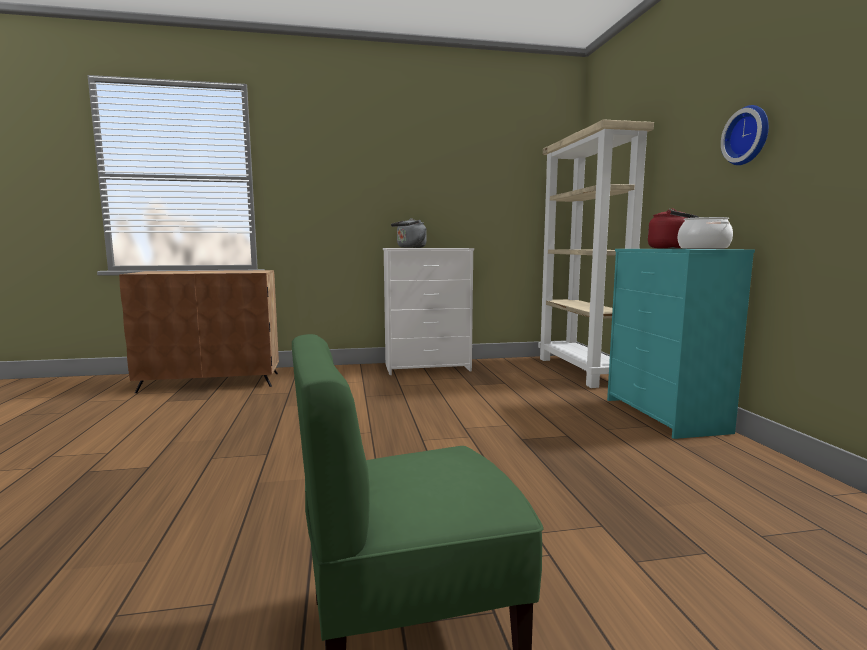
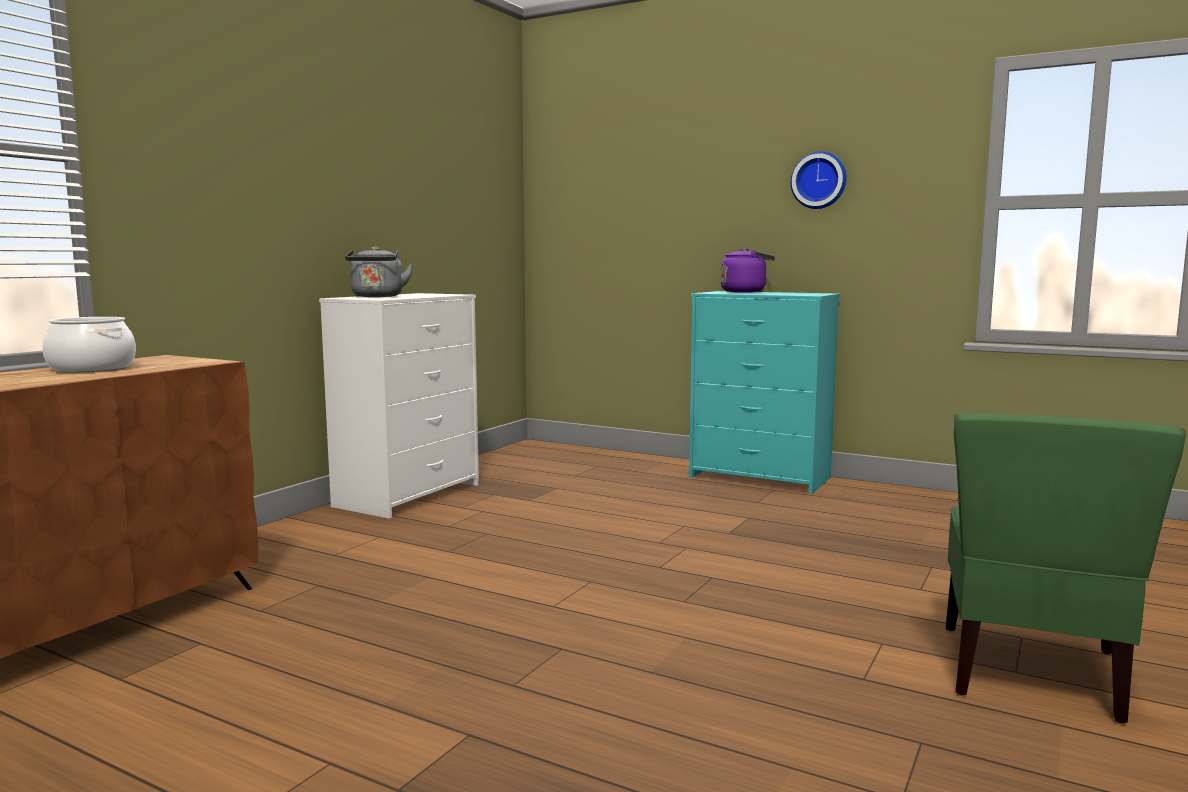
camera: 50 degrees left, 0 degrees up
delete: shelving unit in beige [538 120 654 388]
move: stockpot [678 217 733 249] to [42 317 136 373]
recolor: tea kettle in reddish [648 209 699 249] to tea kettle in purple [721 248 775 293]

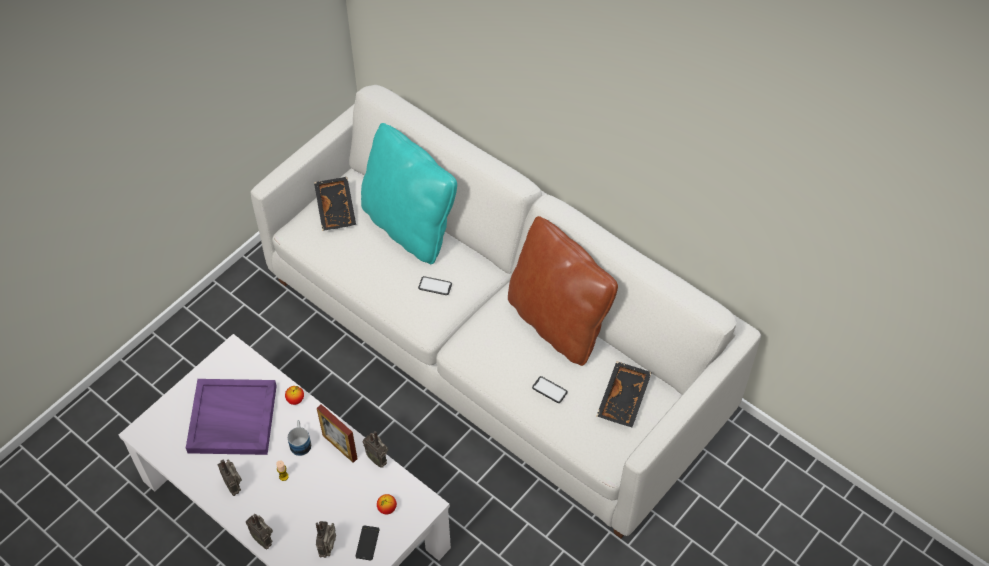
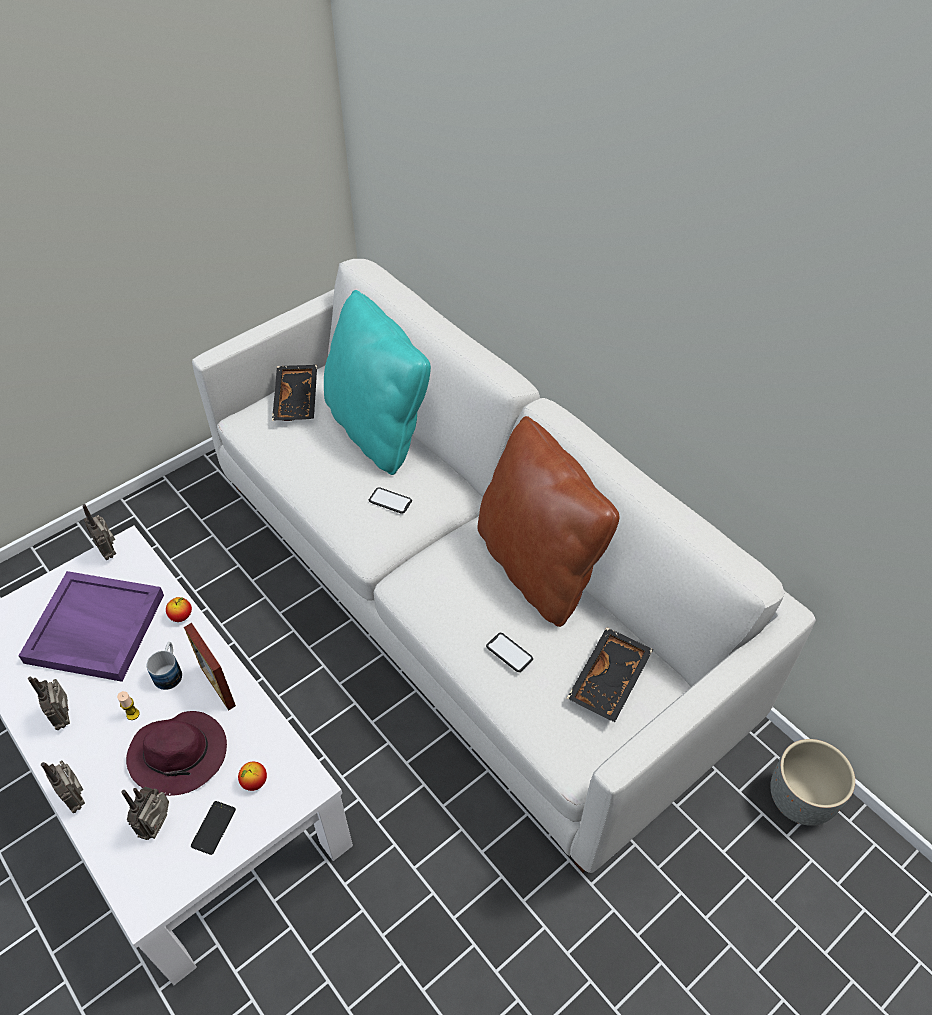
camera: 10 degrees right, 5 degrees down
insert: hat in purple [126 711 227 796]; flower pot in gray [770 739 855 826]
move: radio set [362 431 388 468] to [82 504 116 560]

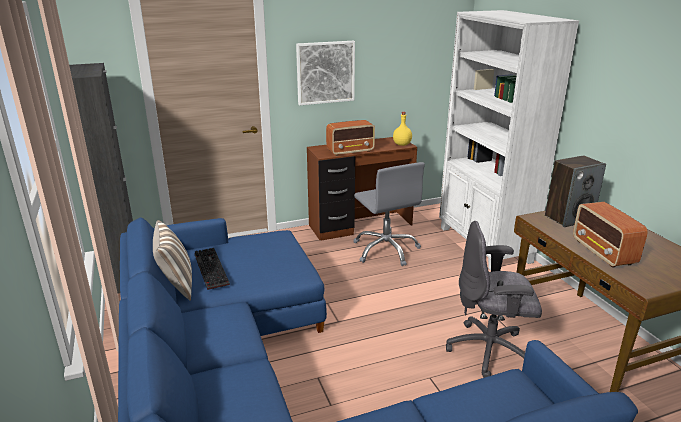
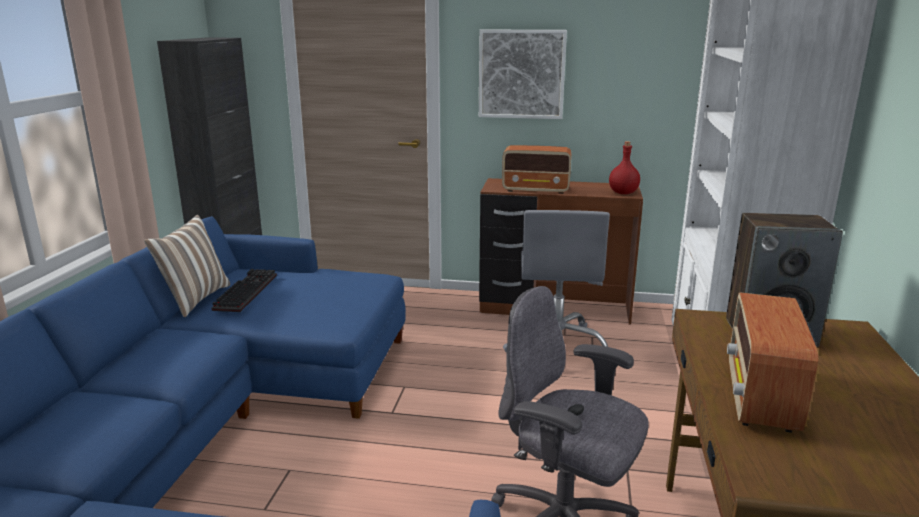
camera: 30 degrees right, 5 degrees down
recolor: drink bottle in yellow-coloured [393 112 412 146] to drink bottle in reddish [609 141 640 194]

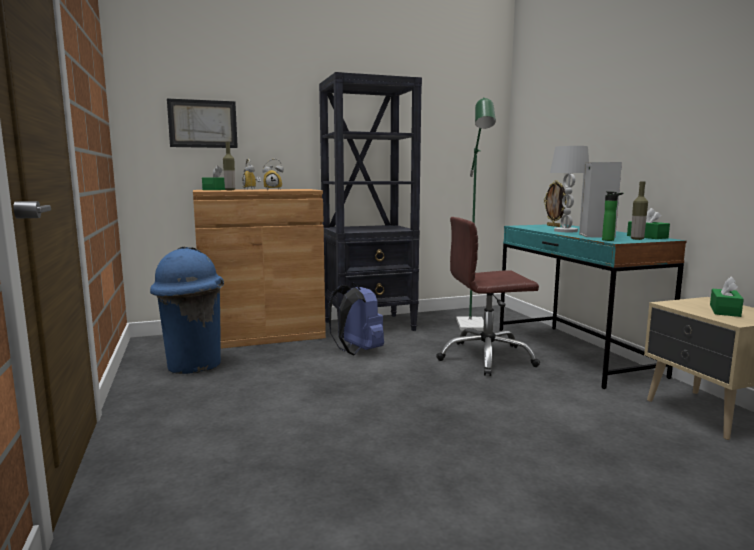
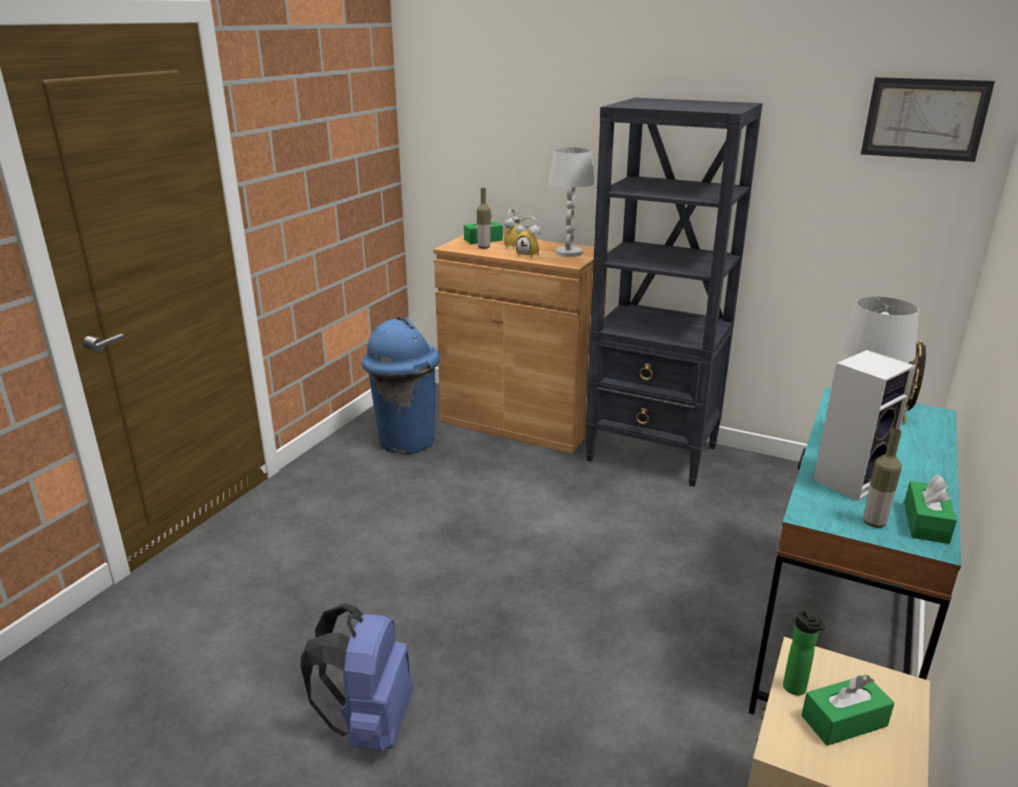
camera: 45 degrees right, 15 degrees up
delete: desk chair in brown-coloured [436 217 540 376]; floor lamp in green-coloured [456 97 496 331]
insert: lamp for a table in whitish [548 147 595 257]
move: rucksack in bluish [328 283 384 355] to [301 604 413 751]; drink bottle [602 191 623 241] to [783 604 824 696]; wall picture [167 98 238 148] to [861 77 995 162]

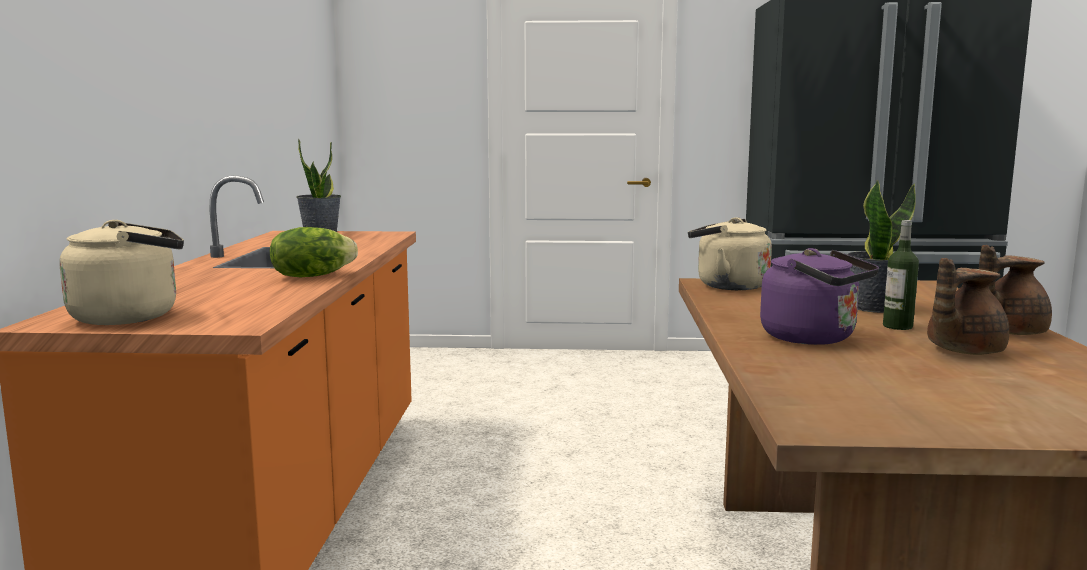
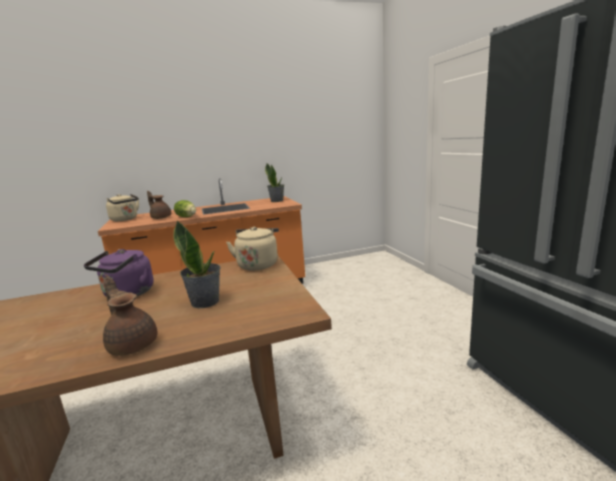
camera: 70 degrees right, 5 degrees up
delete: drink bottle [883 220 919 330]
move: teapot in brown-coloured [927 258 1009 355] to [147 191 171 219]

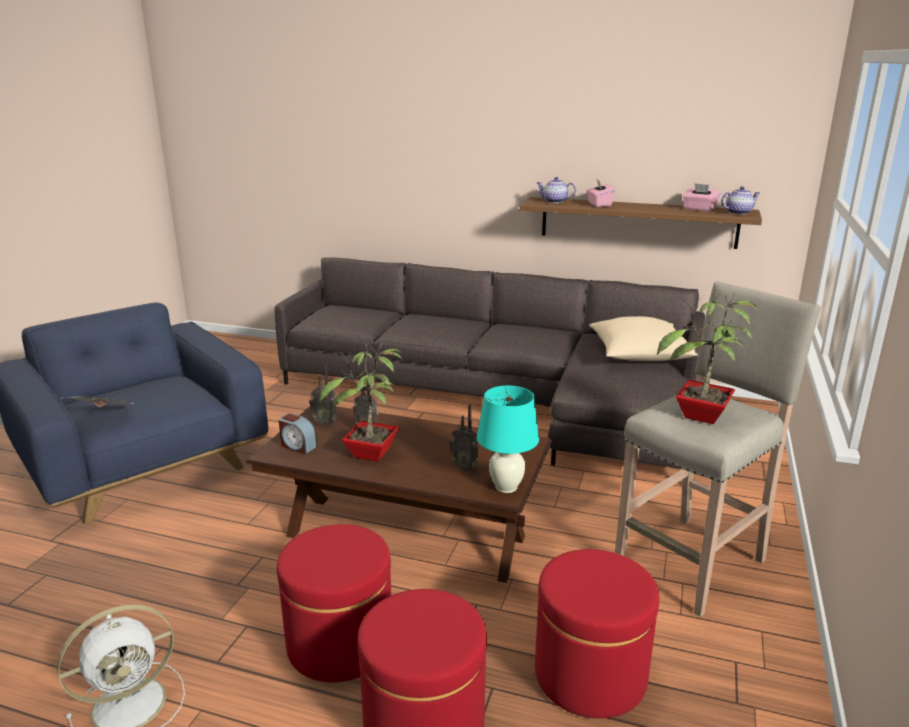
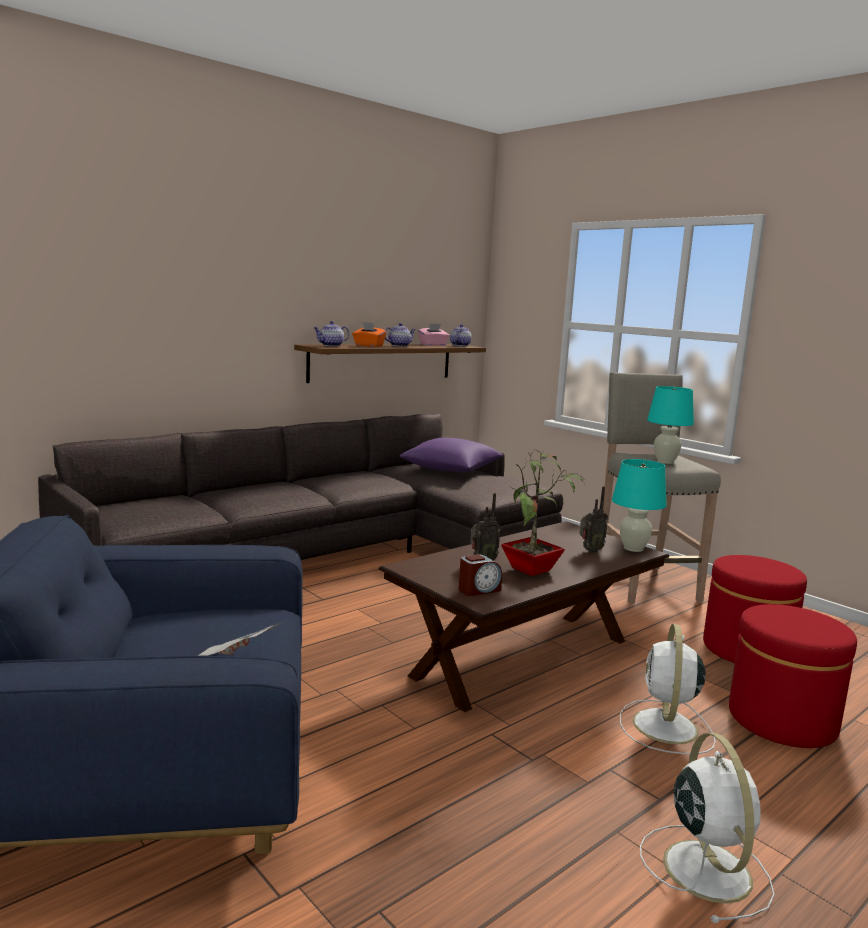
camera: 60 degrees left, 10 degrees down
delete: radio set [309 365 337 426]
insert: teapot [385 323 416 347]
replace: ottoman in reddish [277 524 391 682] to electric fan in whitish [620 624 716 754]; houseplant [657 293 759 424] to lamp for a table in turquoise [647 386 694 464]
recolor: tissue box in pinkish [587 180 615 207] to tissue box in orange [352 322 386 347]; pillow in beige [589 316 698 361] to pillow in purple [400 438 503 472]

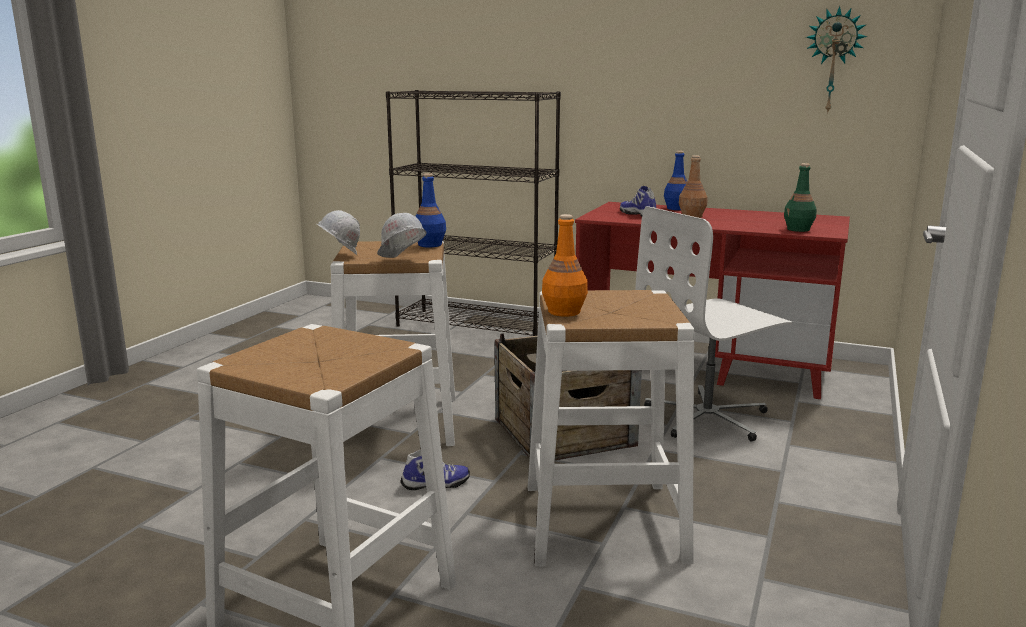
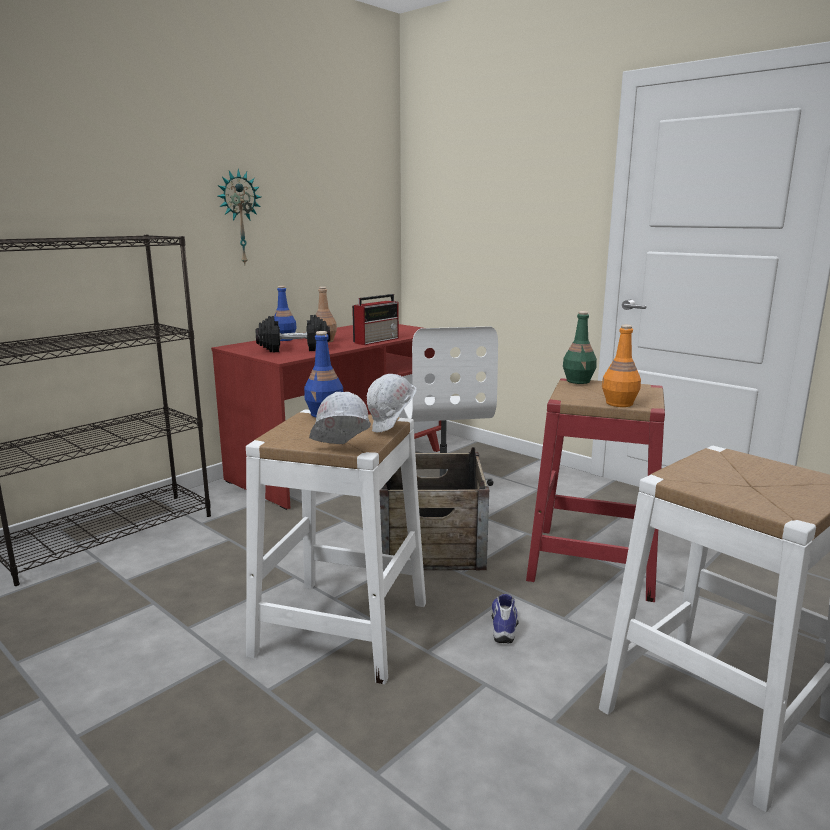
camera: 70 degrees left, 0 degrees up
insert: radio set [352 294 399 345]
move: clock on the wall [806 6 867 114] to [218 169 261 264]; drink bottle in green-coloured [784 163 817 232] to [563 311 597 384]
replace: low shoe [620 186 656 217] to free weight in black-coloured [256 315 330 352]
recolor: stool seat in whitish [528 290 695 567] to stool seat in reddish [526 378 665 602]

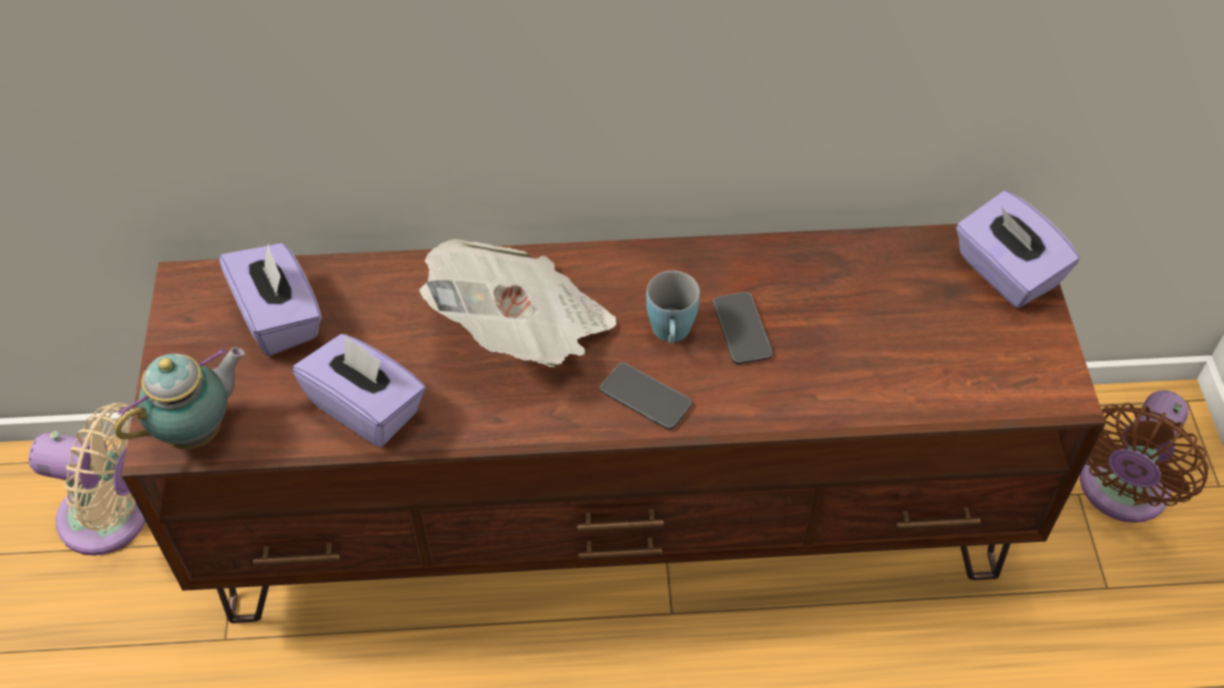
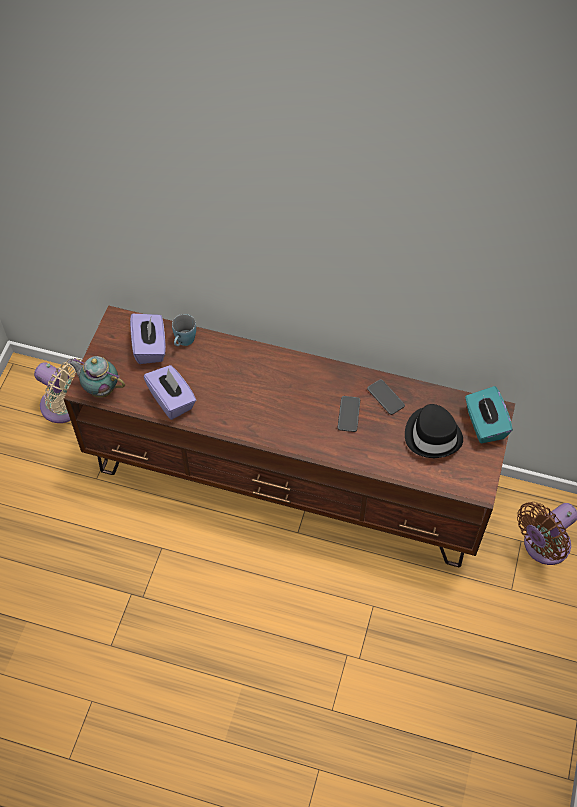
camera: 20 degrees right, 5 degrees up
delete: daily paper [419 239 617 367]
insert: hat in black-coloured [405 404 463 458]
move: coffee mug in bluish [646 271 700 344] to [172 314 196 346]; phone [600 363 692 430] to [367 379 405 415]
recolor: tissue box in purple [956 191 1079 308] to tissue box in turquoise [465 386 513 443]
rotate: teapot [114 347 245 449] = [68 356 125 398] 135 degrees counterclockwise

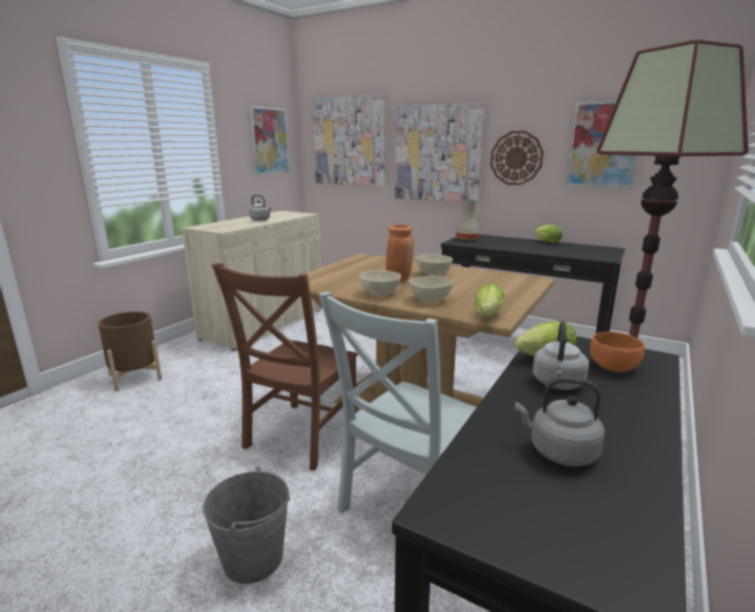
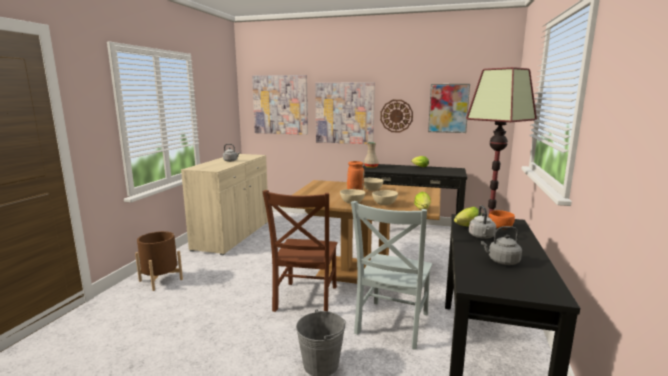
camera: 15 degrees left, 5 degrees down
delete: wall picture [250 106 290 175]

